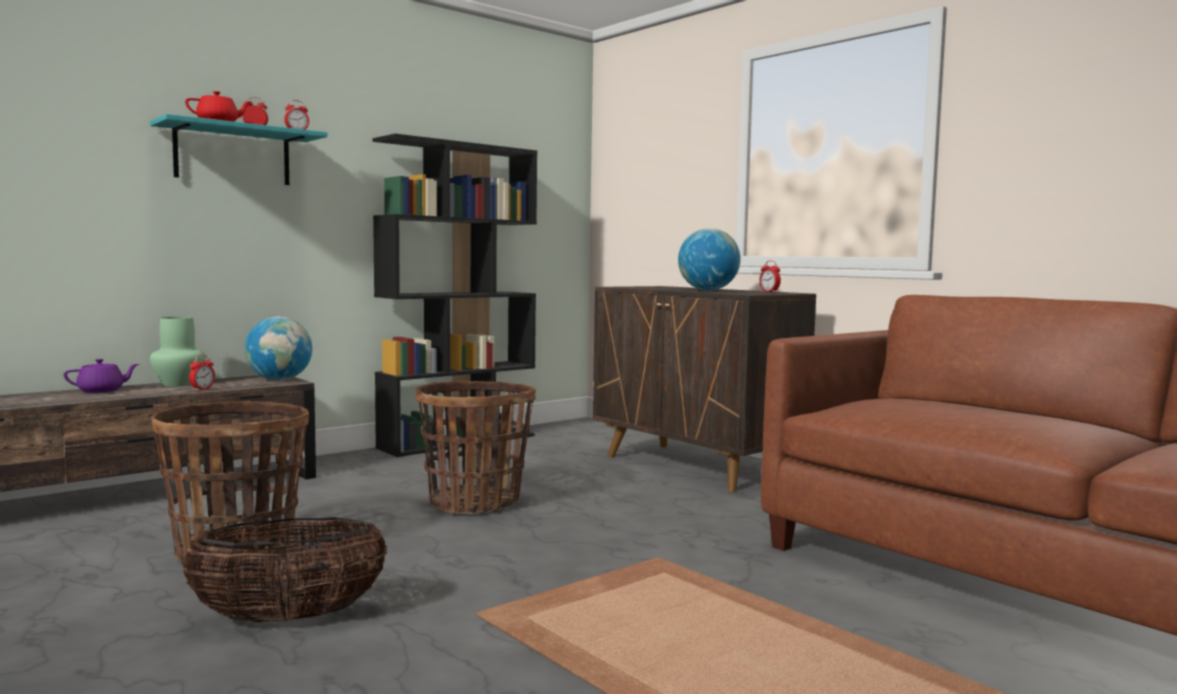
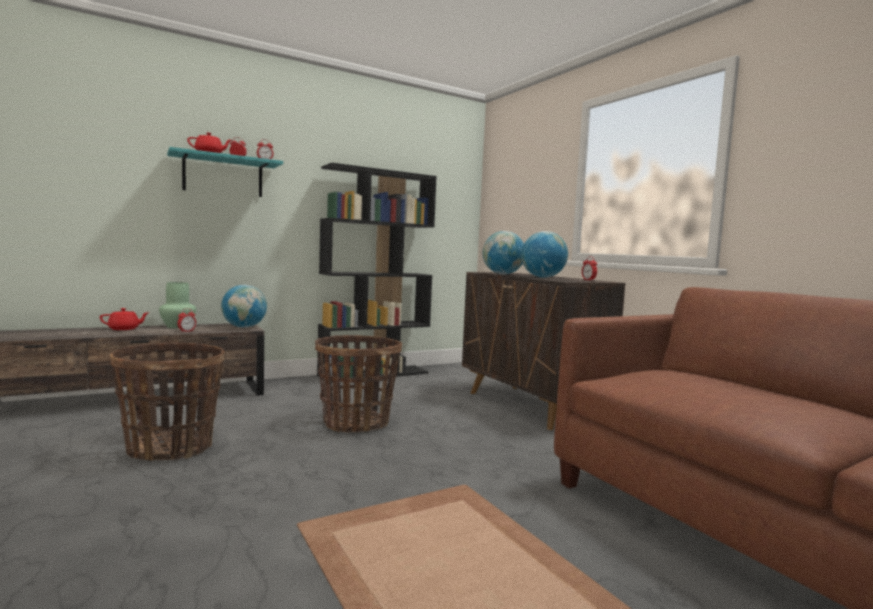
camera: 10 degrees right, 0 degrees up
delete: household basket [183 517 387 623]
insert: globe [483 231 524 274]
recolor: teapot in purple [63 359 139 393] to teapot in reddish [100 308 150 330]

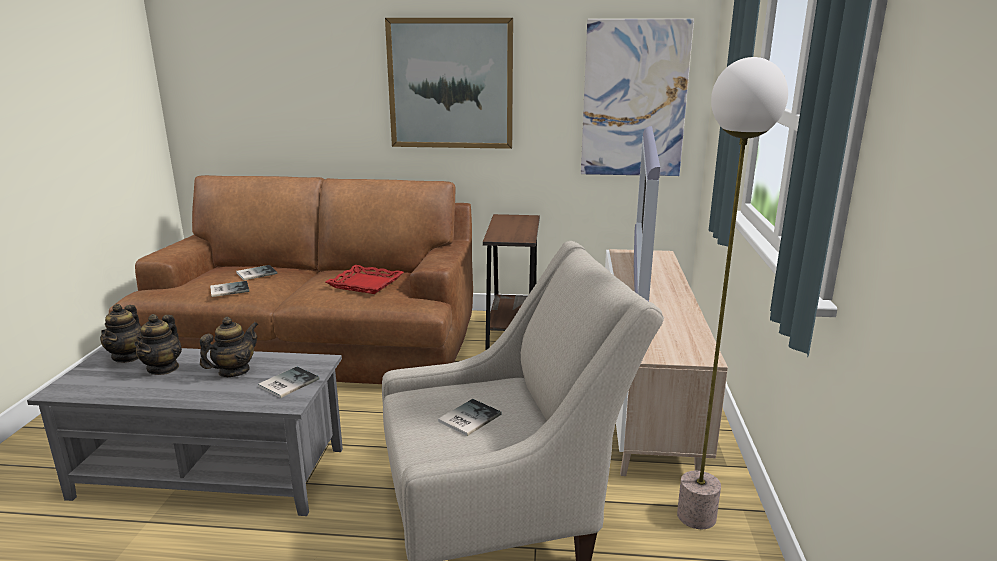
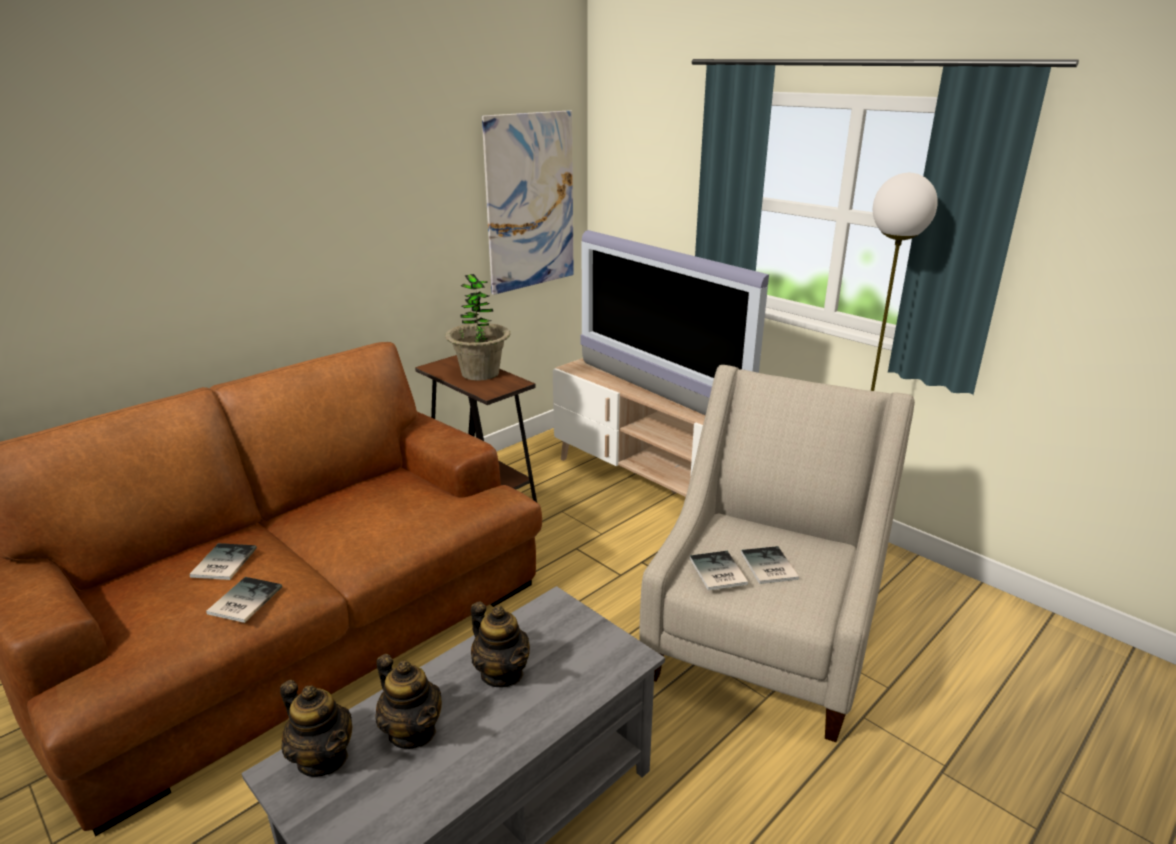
camera: 50 degrees left, 5 degrees up
delete: serving tray in reddish [326 265 404 294]; wall picture [385 18 513 149]
insert: houseplant [445 274 510 380]
move: book [258 367 319 398] to [690 551 748 591]
rotate: teapot [200 317 258 377] = [471 601 530 688] 150 degrees clockwise

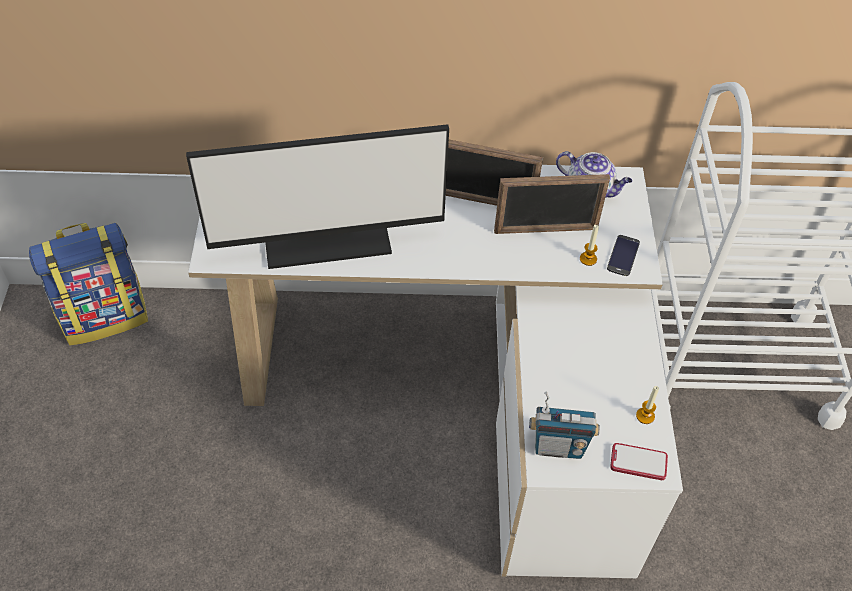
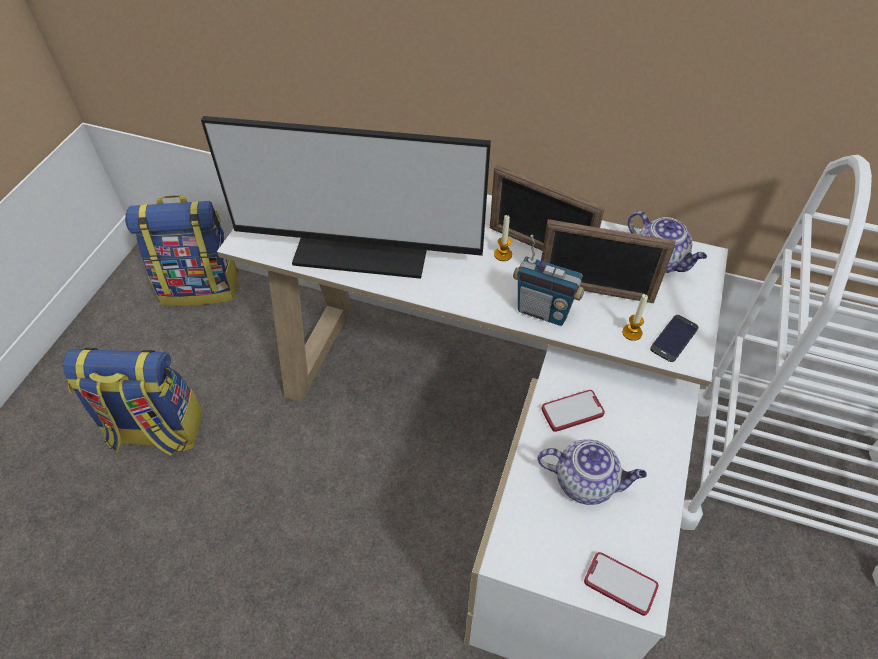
camera: 20 degrees right, 0 degrees up
insert: rucksack [62 348 203 456]; teapot [537 440 647 505]; phone [542 390 605 432]
move: candle [636 386 659 424] to [494 215 512 261]; radio set [529 392 600 459] to [513 235 585 326]

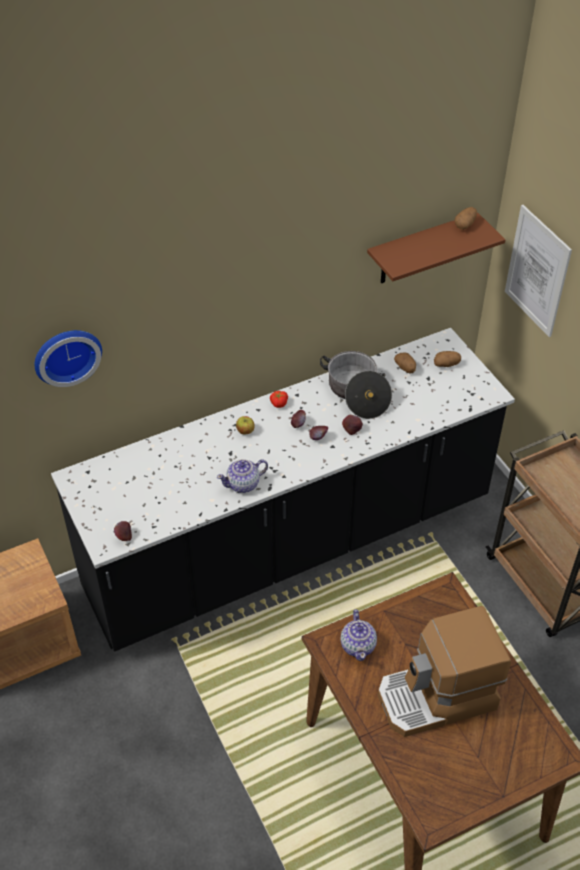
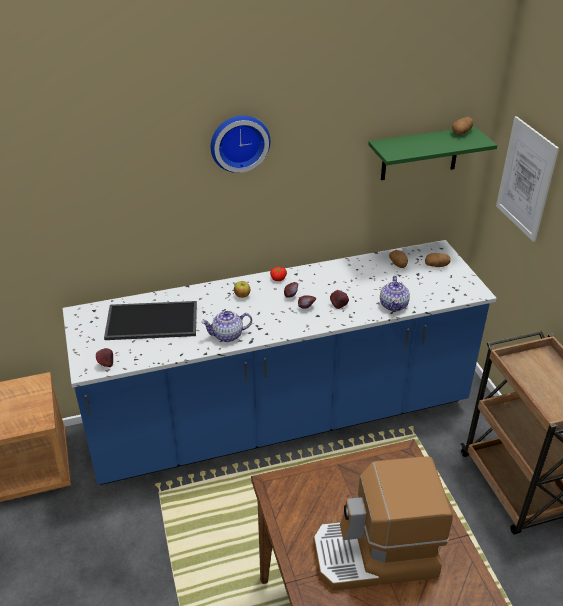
camera: 10 degrees right, 10 degrees down
delete: stockpot [320 351 392 419]
insert: serving tray [104 301 197 340]
move: clock on the wall [35 330 102 387] to [211 115 270 173]; teapot [340 609 377 661] to [380 276 410 312]
recolor: kitchen counter in black-coloured [51 328 515 652] to kitchen counter in bluish [62 240 497 485]; wall shelf in brown-coloured [367 213 505 283] to wall shelf in green-coloured [368 126 497 180]

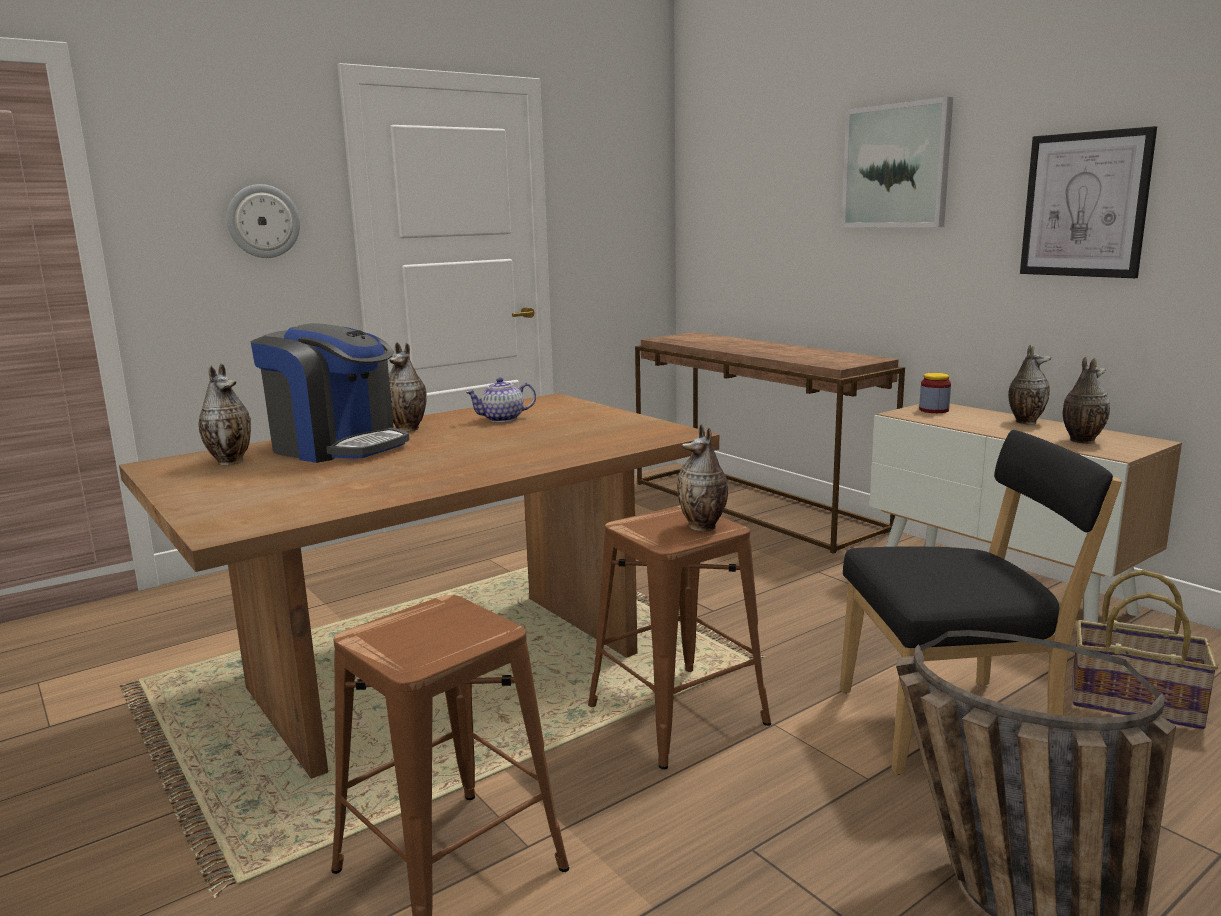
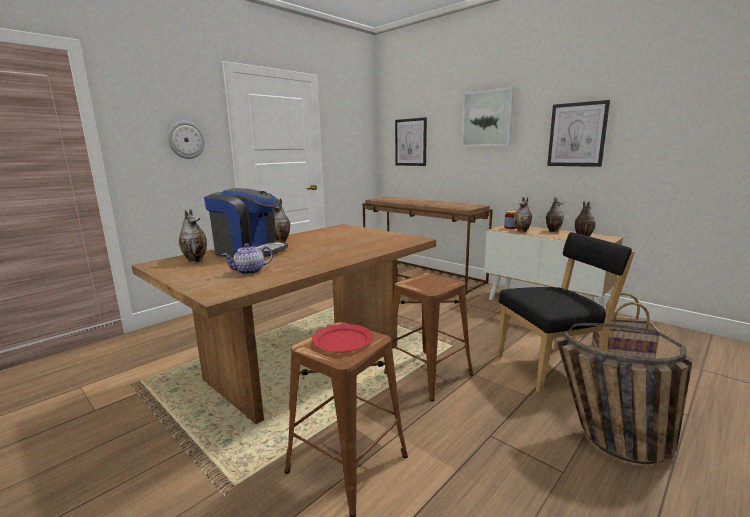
camera: 10 degrees left, 0 degrees up
insert: plate in reddish [312 324 373 353]; wall picture [395 117 427 166]
move: teapot [466 377 536 422] to [222 243 273 275]; vase [677 424 728 532] to [514 197 532 232]

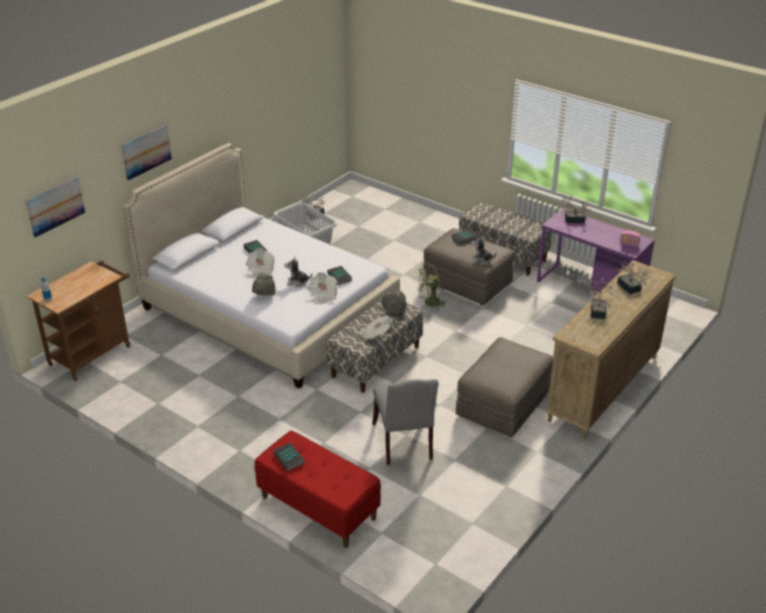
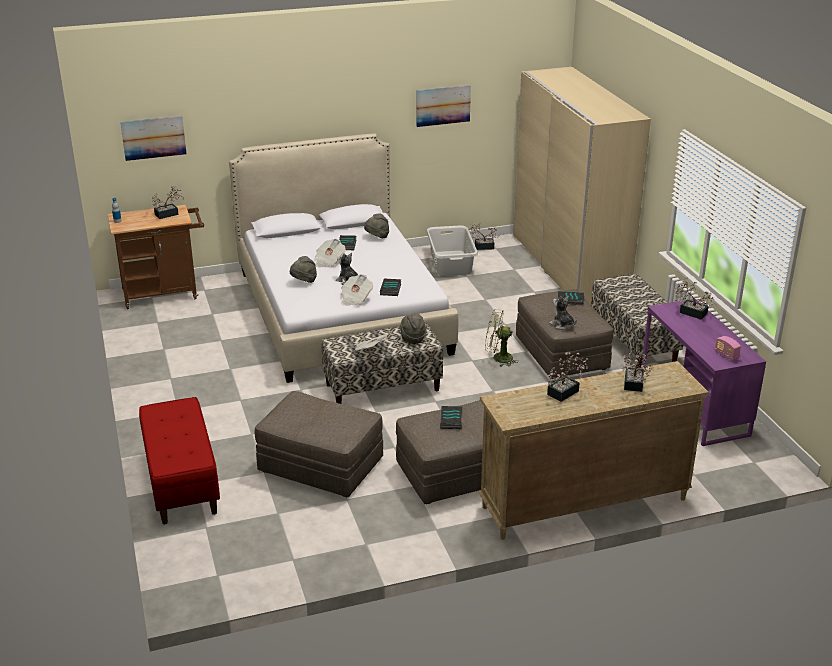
camera: 35 degrees right, 5 degrees down
insert: houseplant [149 186 184 219]; hat in gray [364 213 389 238]; clothes cupboard in beige [513 67 651 305]
move: wall picture [122 125 172 180] to [417 85 471 127]; book [273 442 304 471] to [440 406 462 429]
replace: upright chair in gray [372 379 439 465] to ottoman in gray [255 391 383 497]

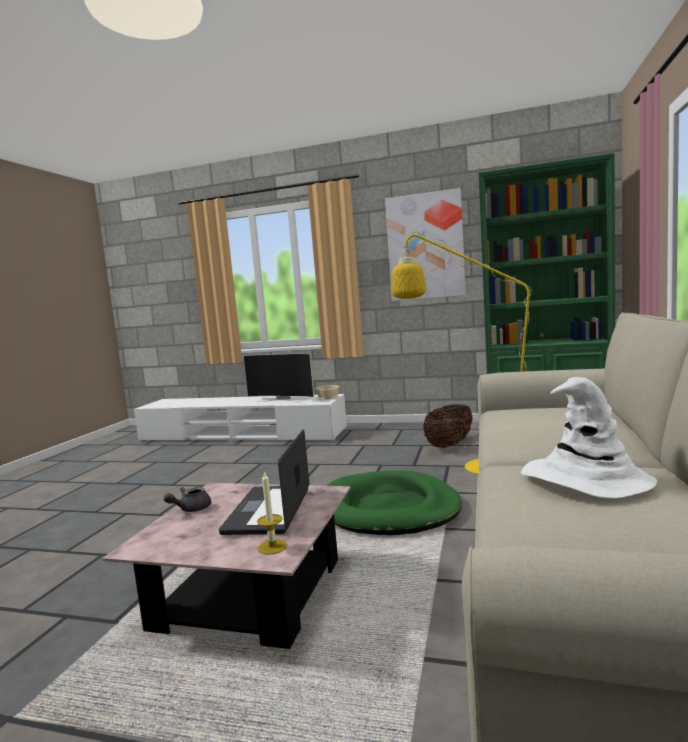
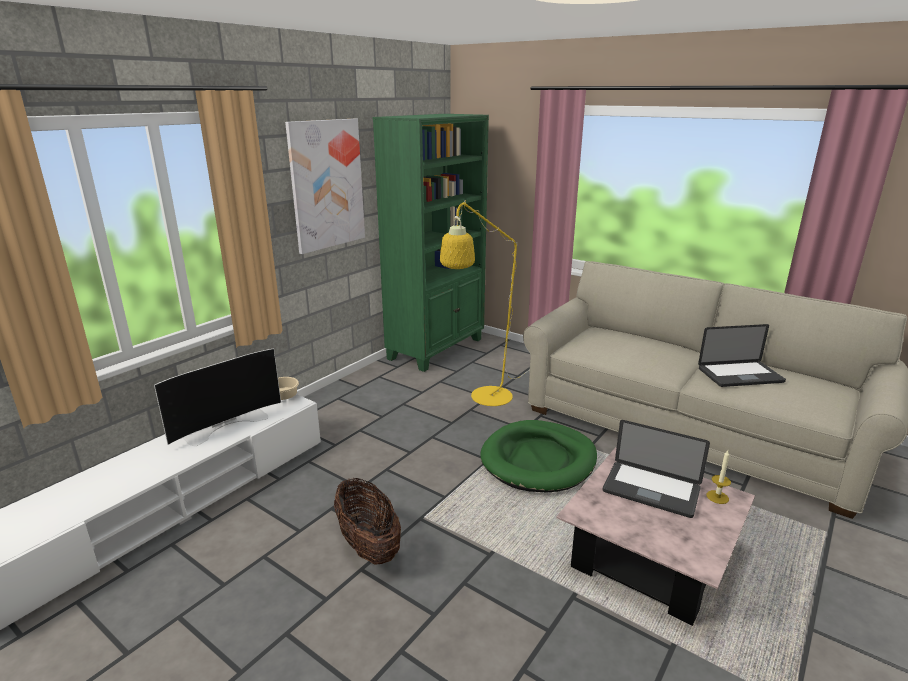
camera: 70 degrees left, 15 degrees up
delete: teapot in gray [164 487 211 512]
move: household basket [423 404 472 448] to [334 477 401 565]
replace: hat in whitish [521 377 657 499] to portable computer [698 324 786 387]

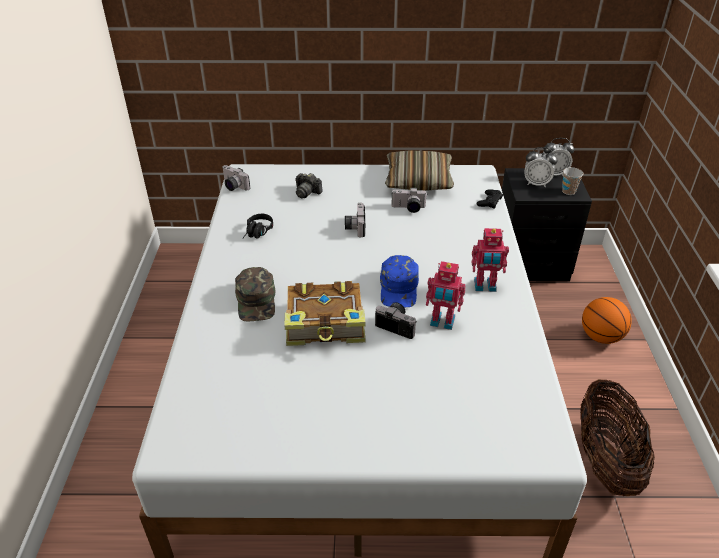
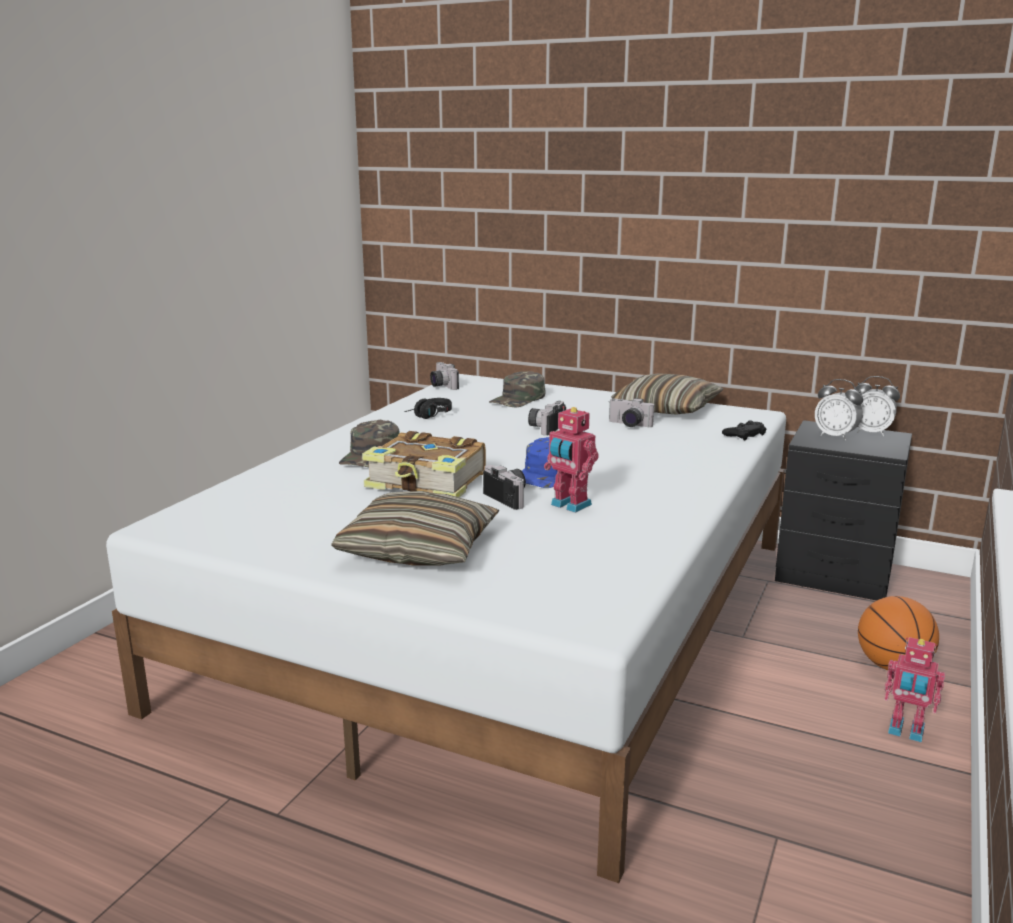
camera: 25 degrees right, 20 degrees down
delete: small cup [562 167 583 195]; household basket [580 379 655 496]
insert: pillow [331 491 500 565]
move: robot figure [472 228 509 292] to [885 637 945 743]
replace: still camera [295 173 323 198] to cap in green-coloured [489 371 545 407]

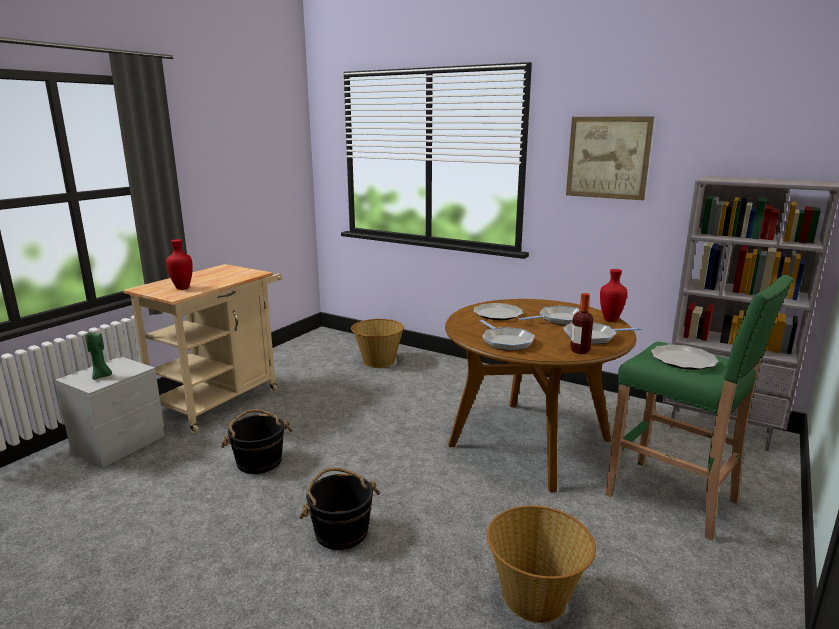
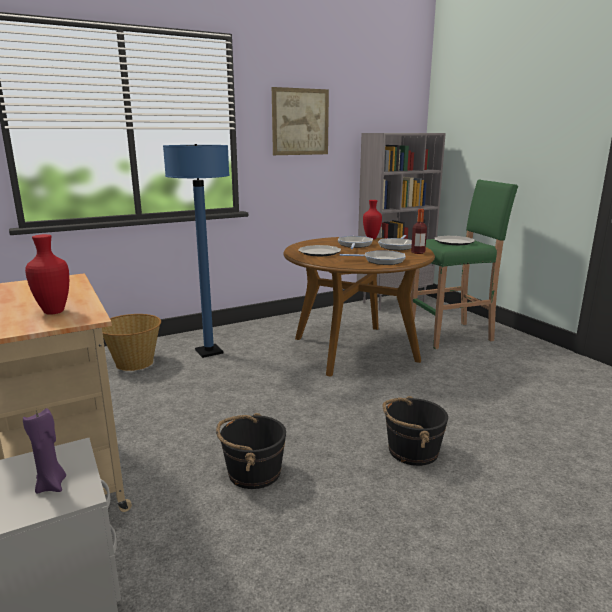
camera: 60 degrees left, 0 degrees up
delete: household basket [487 505 596 623]
insert: floor lamp in bluish [163 144 230 358]
recolor: candle in green-coloured [85 332 112 380] to candle in purple [23 408 66 494]

